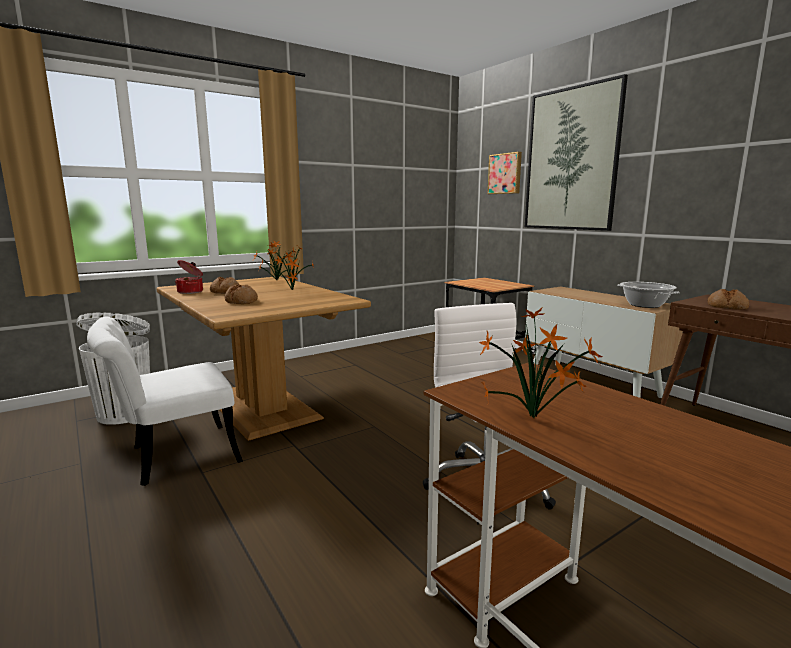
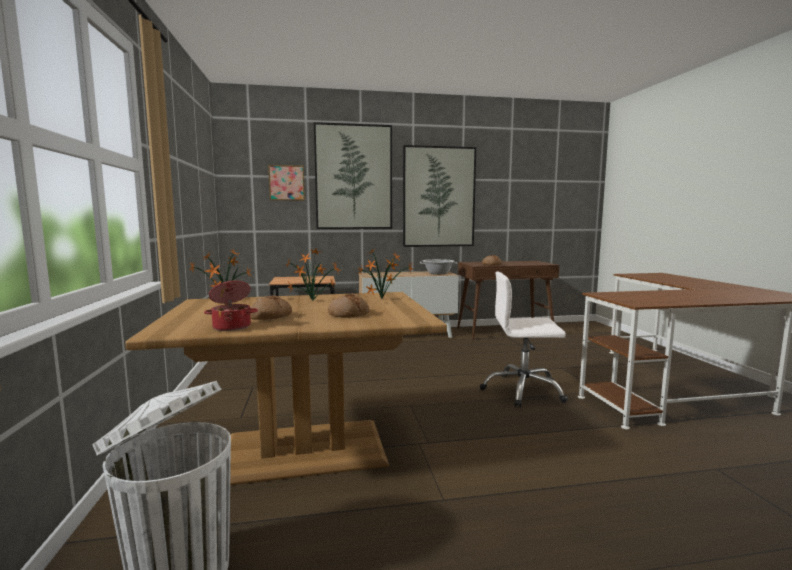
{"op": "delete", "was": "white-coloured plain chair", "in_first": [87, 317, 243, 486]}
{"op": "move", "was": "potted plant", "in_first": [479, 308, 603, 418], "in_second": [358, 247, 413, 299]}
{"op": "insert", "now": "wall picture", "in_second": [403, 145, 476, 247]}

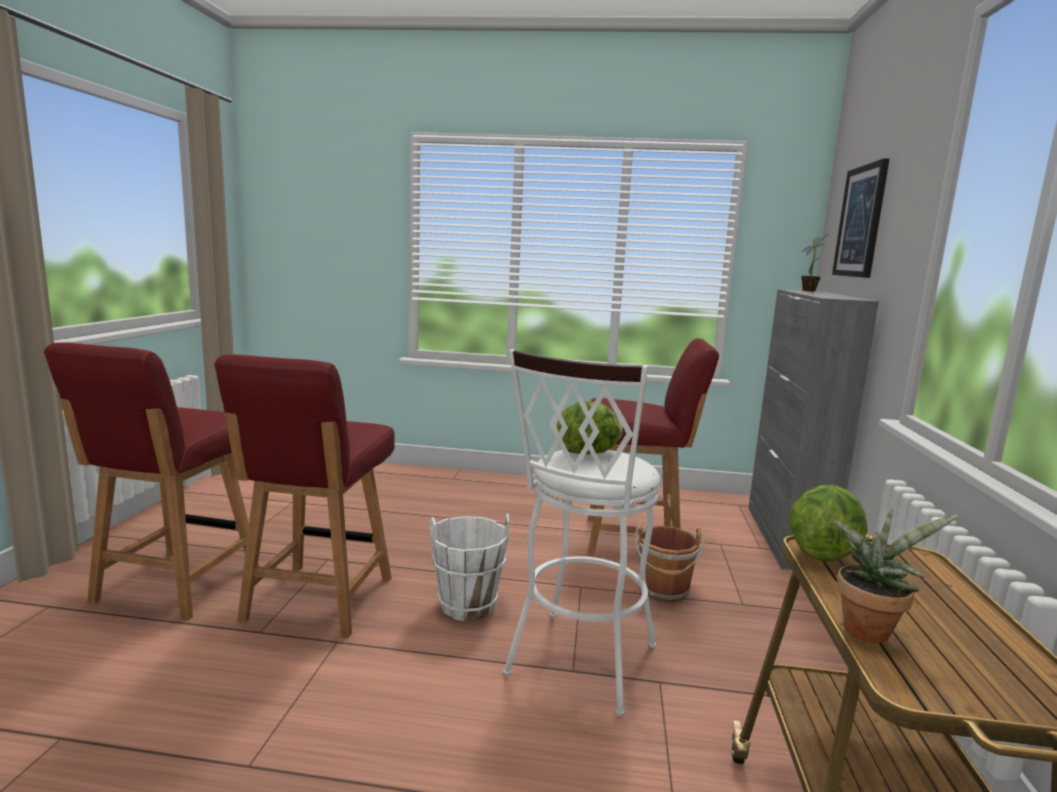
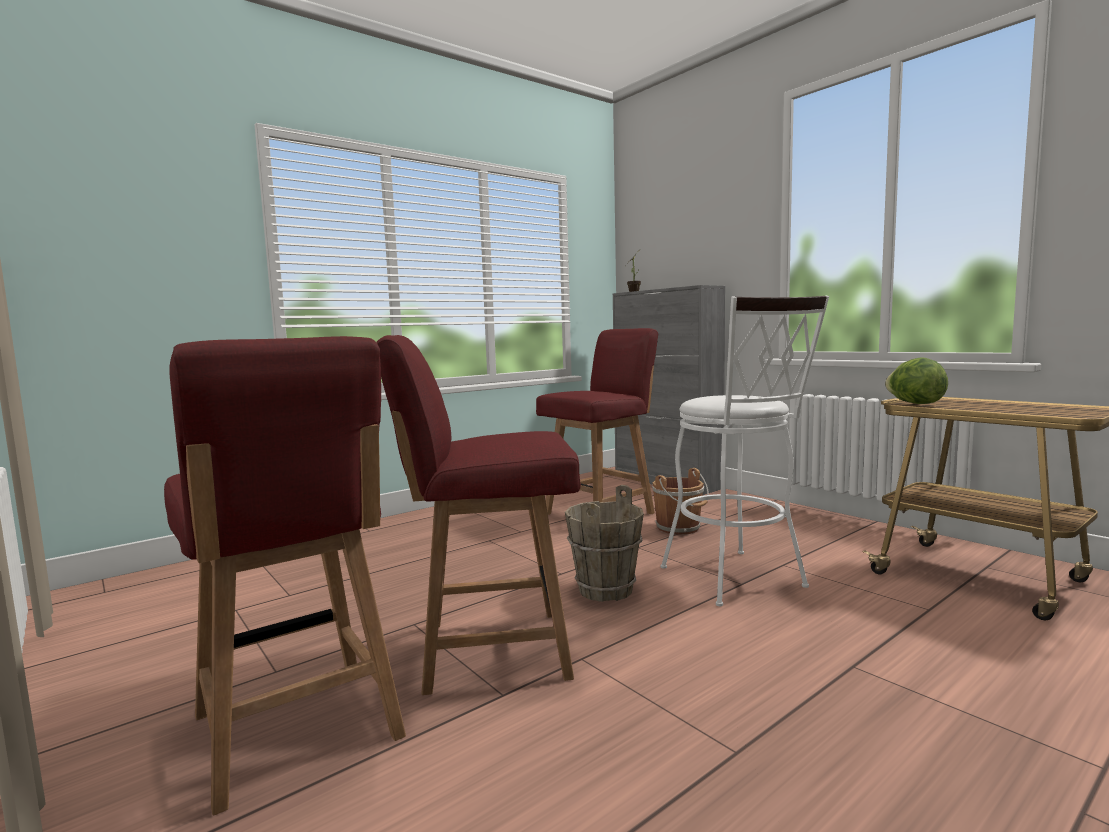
{"op": "rotate", "was": "red plain chair", "in_first": [214, 355, 395, 638], "in_second": [376, 335, 581, 695], "clockwise": 120}
{"op": "recolor", "was": "white-coloured bucket", "now": "brown-coloured bucket", "in_first": [430, 514, 509, 621], "in_second": [565, 485, 644, 602]}
{"op": "delete", "was": "lettuce", "in_first": [557, 401, 623, 454]}
{"op": "delete", "was": "wall picture", "in_first": [832, 158, 889, 278]}
{"op": "delete", "was": "potted plant", "in_first": [833, 509, 959, 643]}

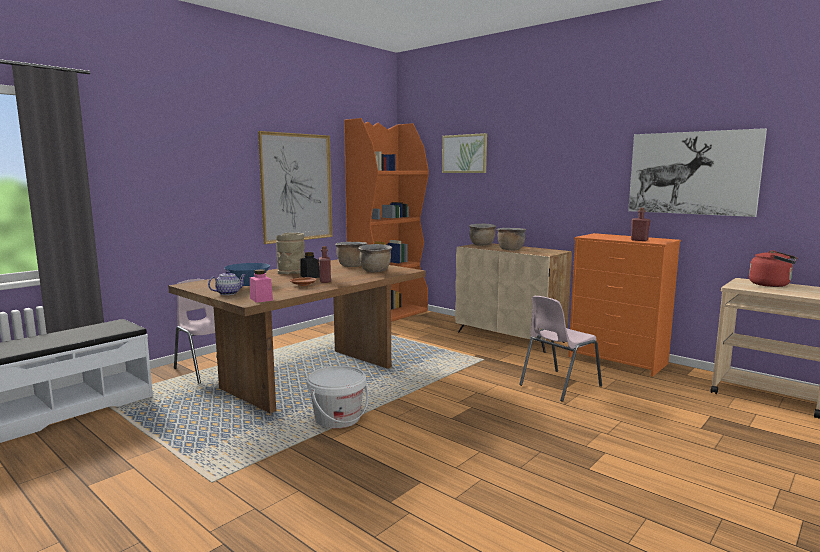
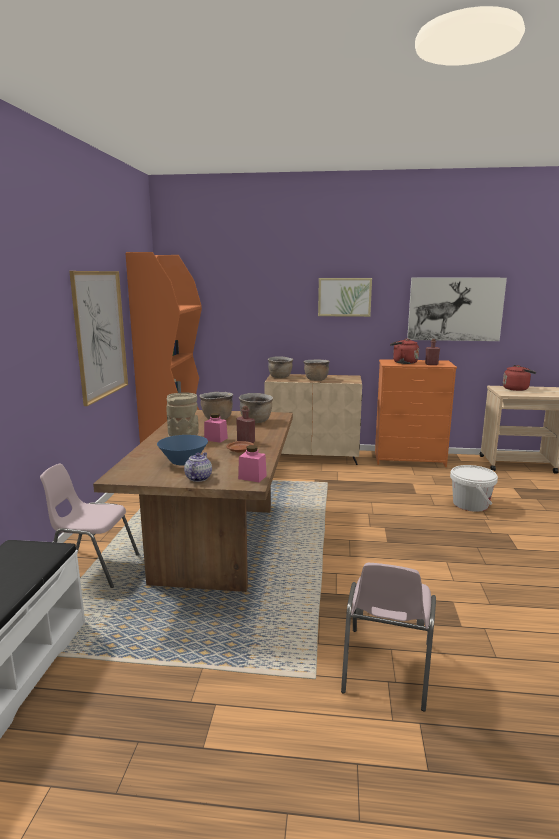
{"op": "recolor", "was": "blackish jar", "now": "pink-coloured jar", "in_first": [300, 252, 320, 278], "in_second": [204, 413, 228, 443]}
{"op": "move", "was": "white-coloured bucket", "in_first": [307, 366, 368, 429], "in_second": [450, 465, 498, 512]}
{"op": "move", "was": "wall picture", "in_first": [442, 133, 487, 173], "in_second": [318, 278, 372, 317]}
{"op": "move", "was": "pink-coloured plain chair", "in_first": [519, 296, 602, 402], "in_second": [341, 563, 436, 711]}
{"op": "insert", "now": "red water kettle", "in_second": [390, 339, 419, 364]}

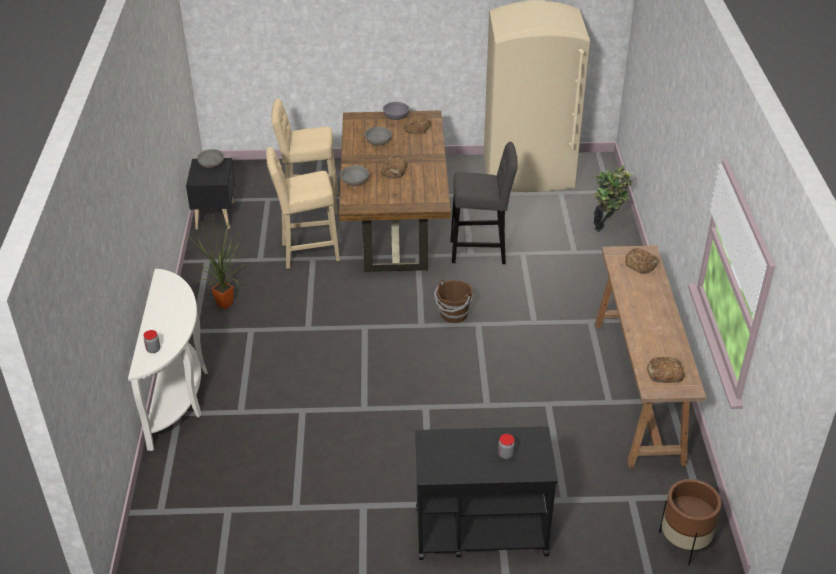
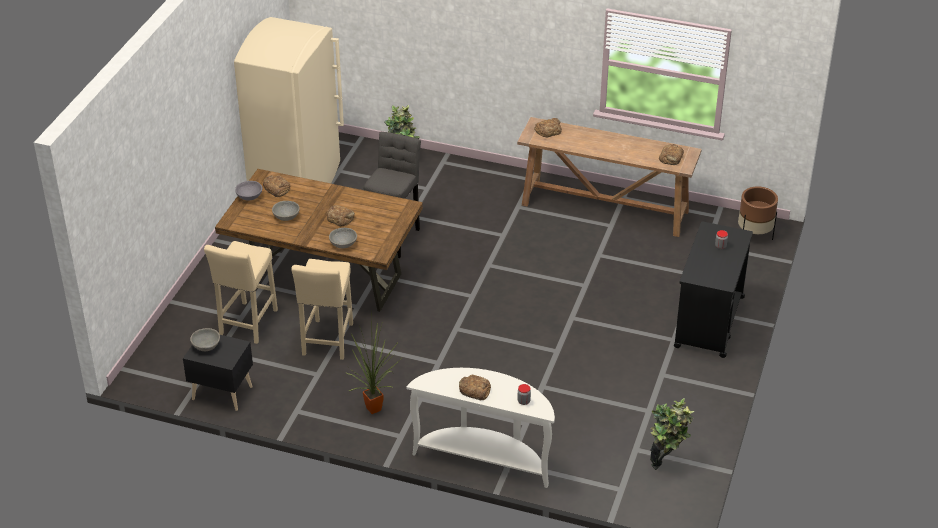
{"op": "delete", "was": "brown-coloured bucket", "in_first": [434, 279, 473, 323]}
{"op": "insert", "now": "baked bread", "in_second": [459, 375, 491, 400]}
{"op": "insert", "now": "potted plant", "in_second": [650, 398, 695, 470]}

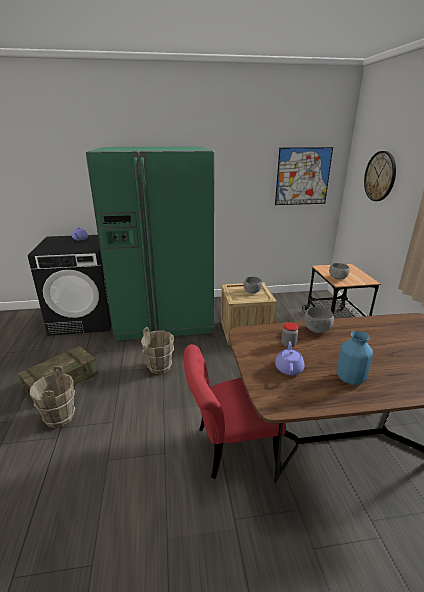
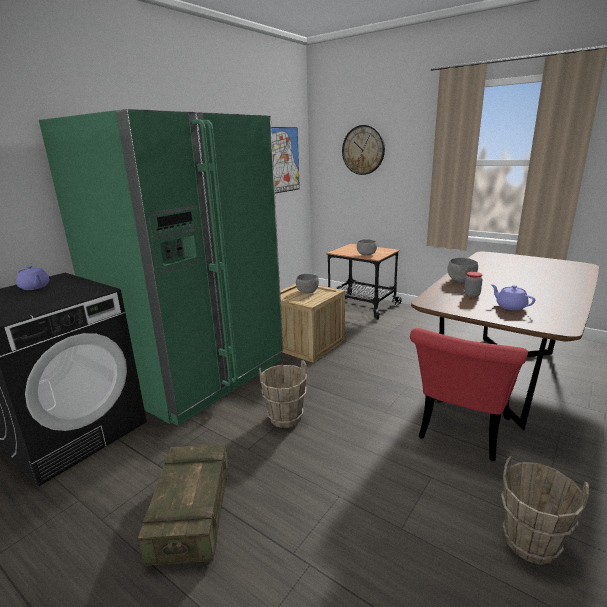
{"op": "move", "was": "brown-coloured bucket", "in_first": [30, 366, 75, 428], "in_second": [501, 456, 589, 565]}
{"op": "delete", "was": "blue-coloured vase", "in_first": [337, 331, 373, 385]}

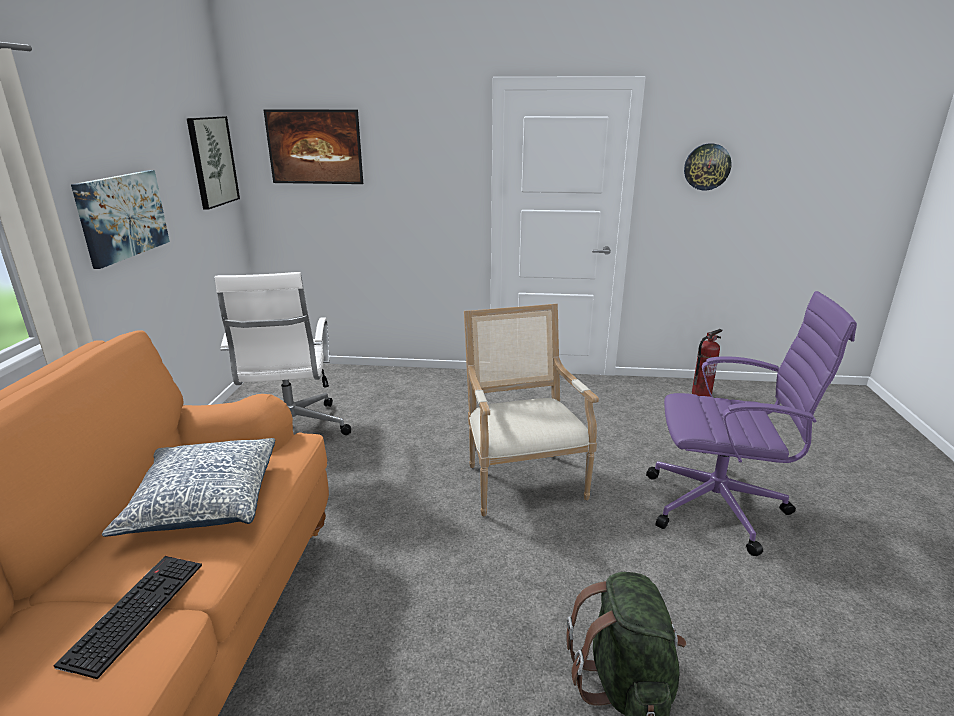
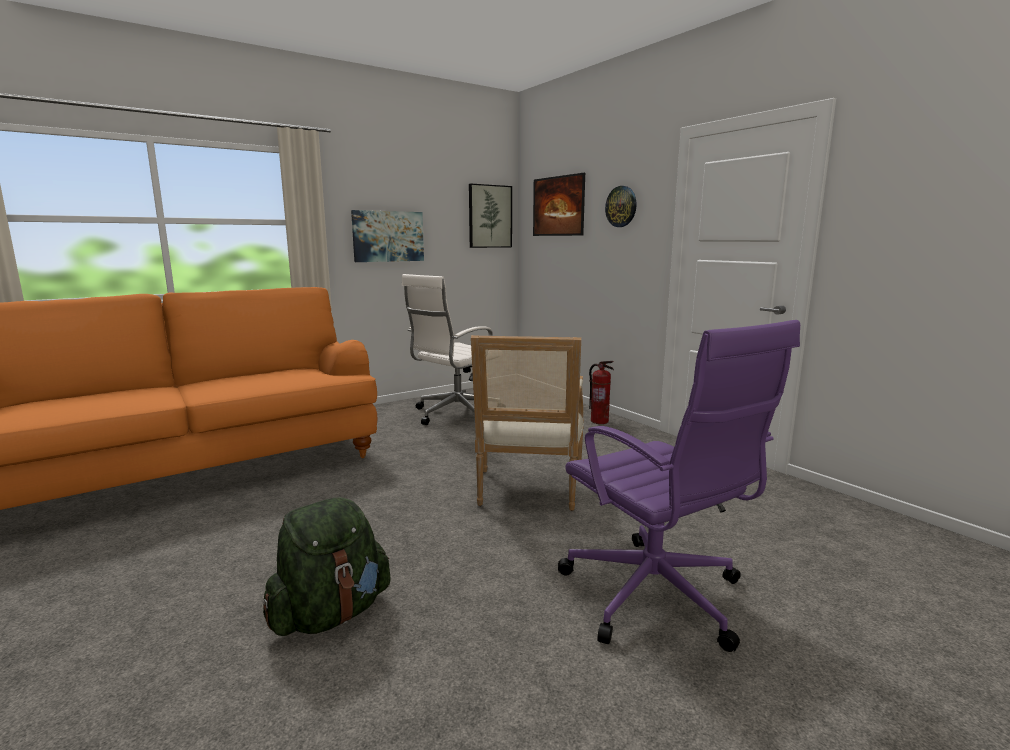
{"op": "delete", "was": "computer keyboard", "in_first": [53, 556, 202, 679]}
{"op": "delete", "was": "pillow", "in_first": [102, 438, 275, 537]}
{"op": "rotate", "was": "armchair", "in_first": [464, 304, 599, 516], "in_second": [471, 335, 584, 511], "clockwise": 150}
{"op": "move", "was": "hanging clock", "in_first": [684, 143, 732, 190], "in_second": [605, 186, 637, 227]}
{"op": "move", "was": "fire-fighting cylinder", "in_first": [692, 329, 722, 397], "in_second": [589, 361, 614, 424]}

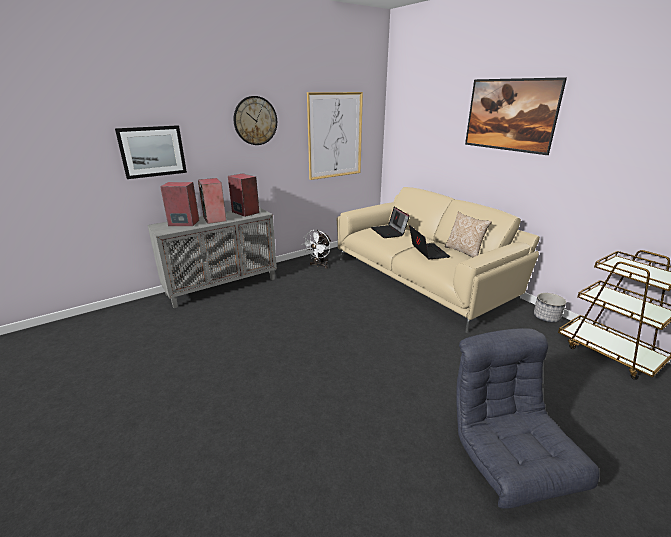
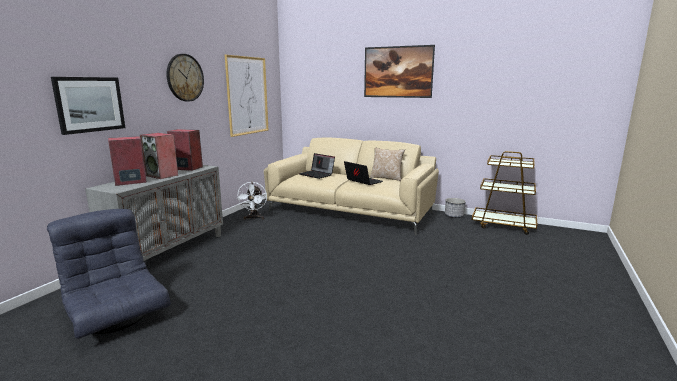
{"op": "move", "was": "gray armchair", "in_first": [456, 328, 600, 509], "in_second": [47, 209, 171, 339]}

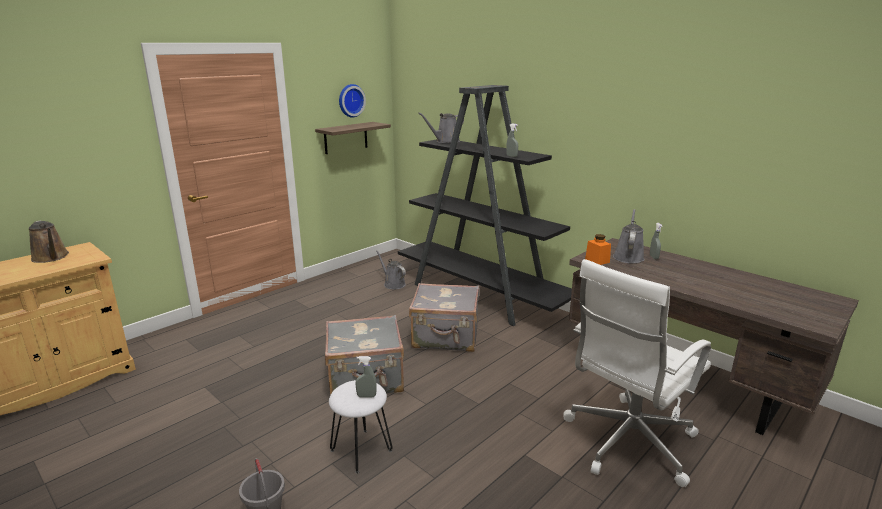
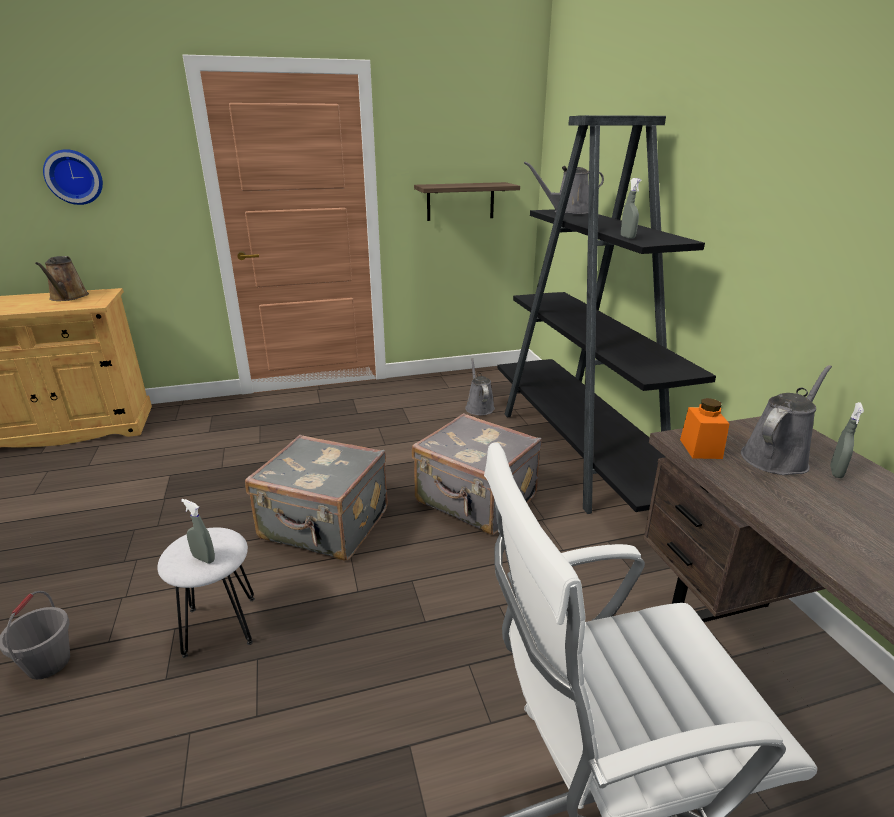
{"op": "move", "was": "hanging clock", "in_first": [339, 84, 366, 118], "in_second": [43, 149, 103, 205]}

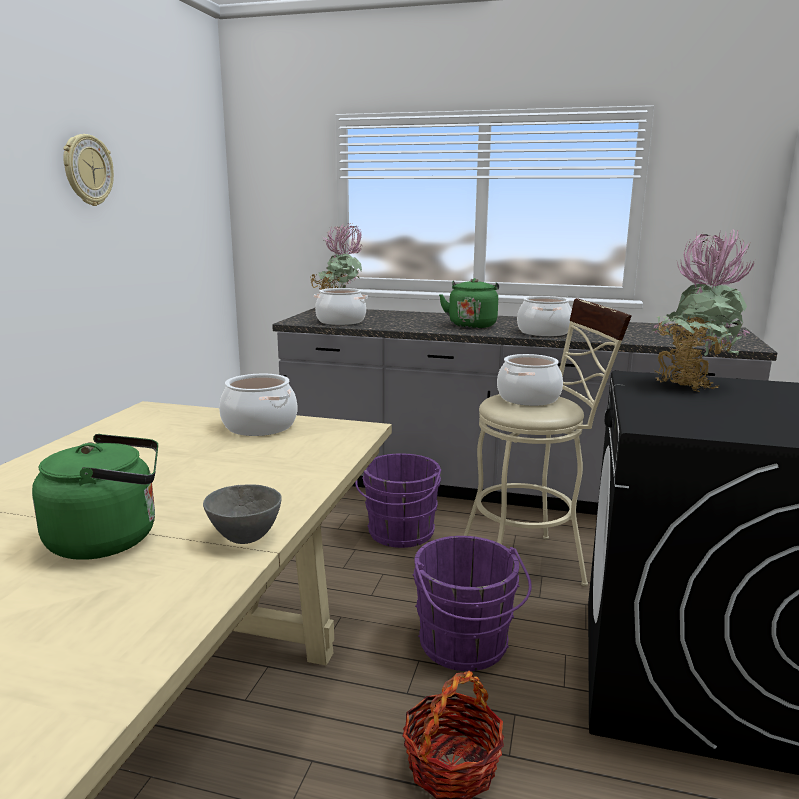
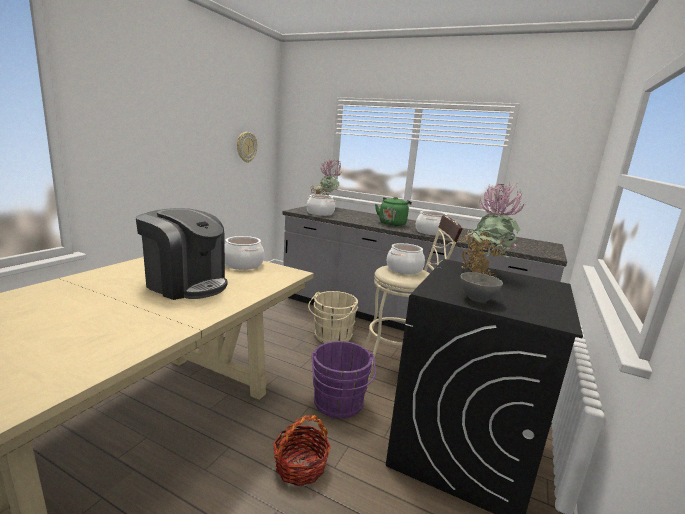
{"op": "delete", "was": "green water kettle", "in_first": [32, 434, 158, 560]}
{"op": "move", "was": "hanging clock", "in_first": [63, 134, 114, 206], "in_second": [237, 132, 257, 163]}
{"op": "move", "was": "gray deep dish", "in_first": [203, 484, 282, 544], "in_second": [461, 272, 503, 302]}
{"op": "recolor", "was": "purple bucket", "now": "beige bucket", "in_first": [355, 453, 441, 548], "in_second": [308, 291, 358, 343]}
{"op": "insert", "now": "coffee brewer", "in_second": [136, 208, 228, 300]}

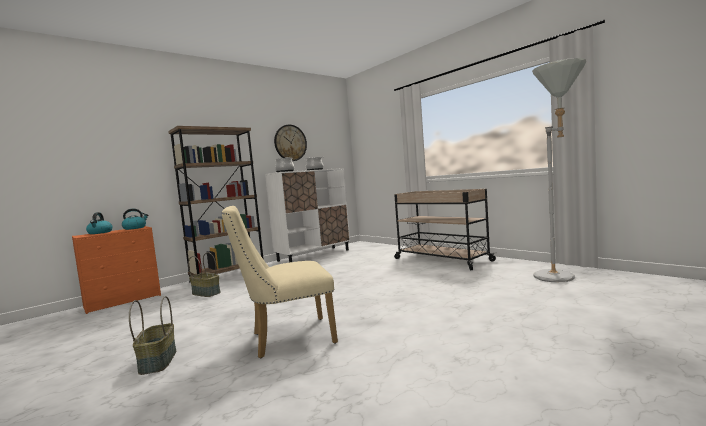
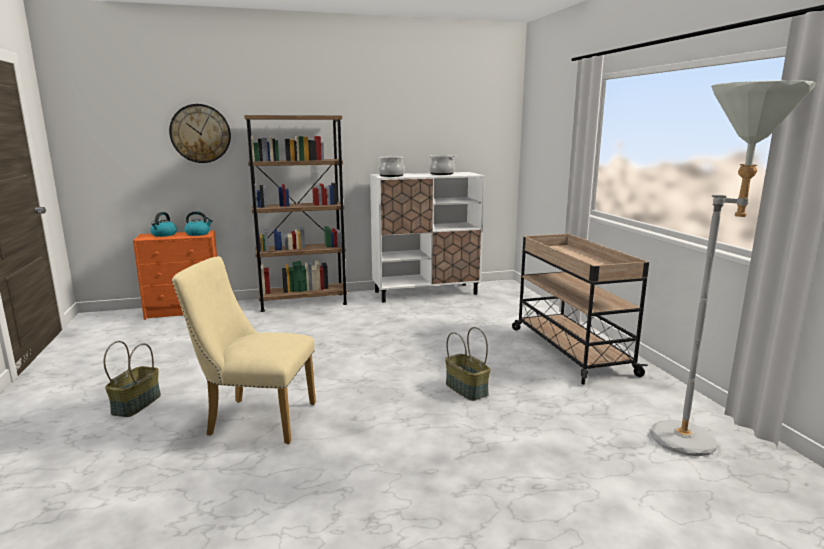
{"op": "move", "was": "basket", "in_first": [188, 252, 221, 297], "in_second": [445, 327, 491, 401]}
{"op": "move", "was": "hanging clock", "in_first": [274, 124, 307, 161], "in_second": [169, 104, 231, 163]}

